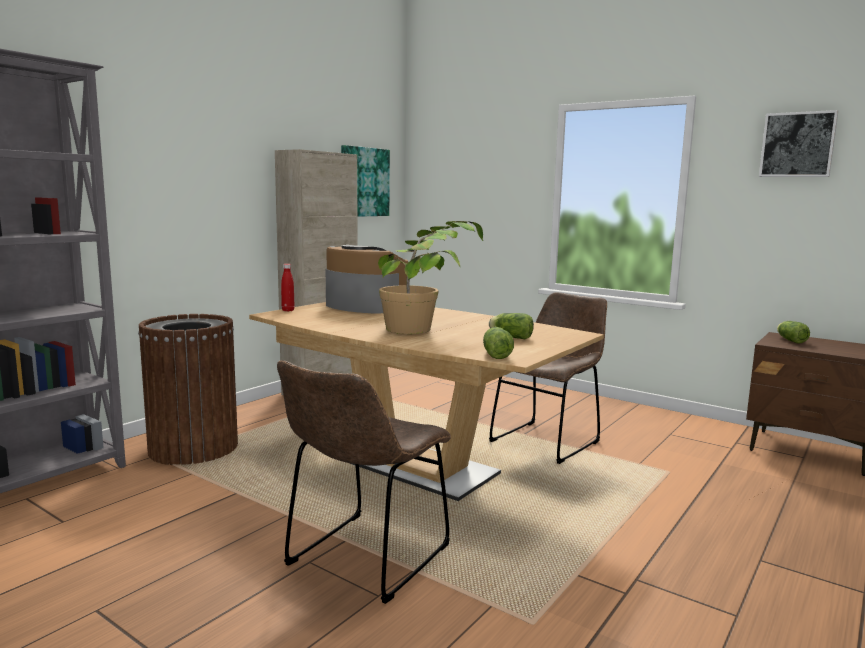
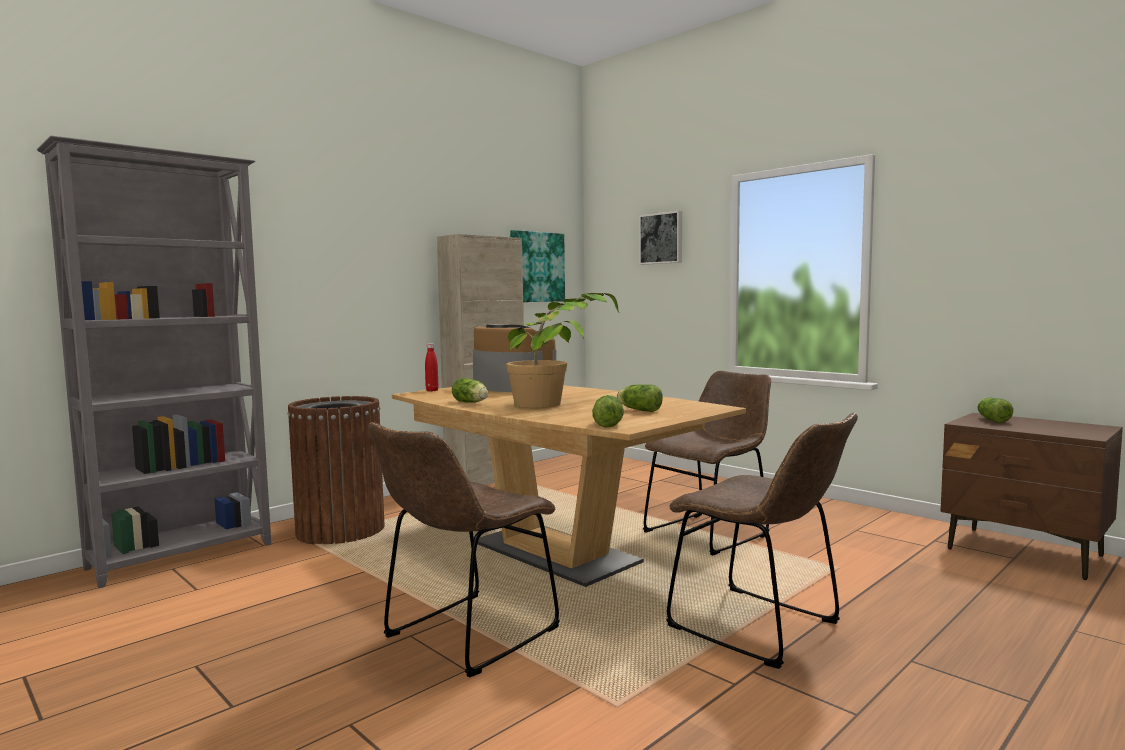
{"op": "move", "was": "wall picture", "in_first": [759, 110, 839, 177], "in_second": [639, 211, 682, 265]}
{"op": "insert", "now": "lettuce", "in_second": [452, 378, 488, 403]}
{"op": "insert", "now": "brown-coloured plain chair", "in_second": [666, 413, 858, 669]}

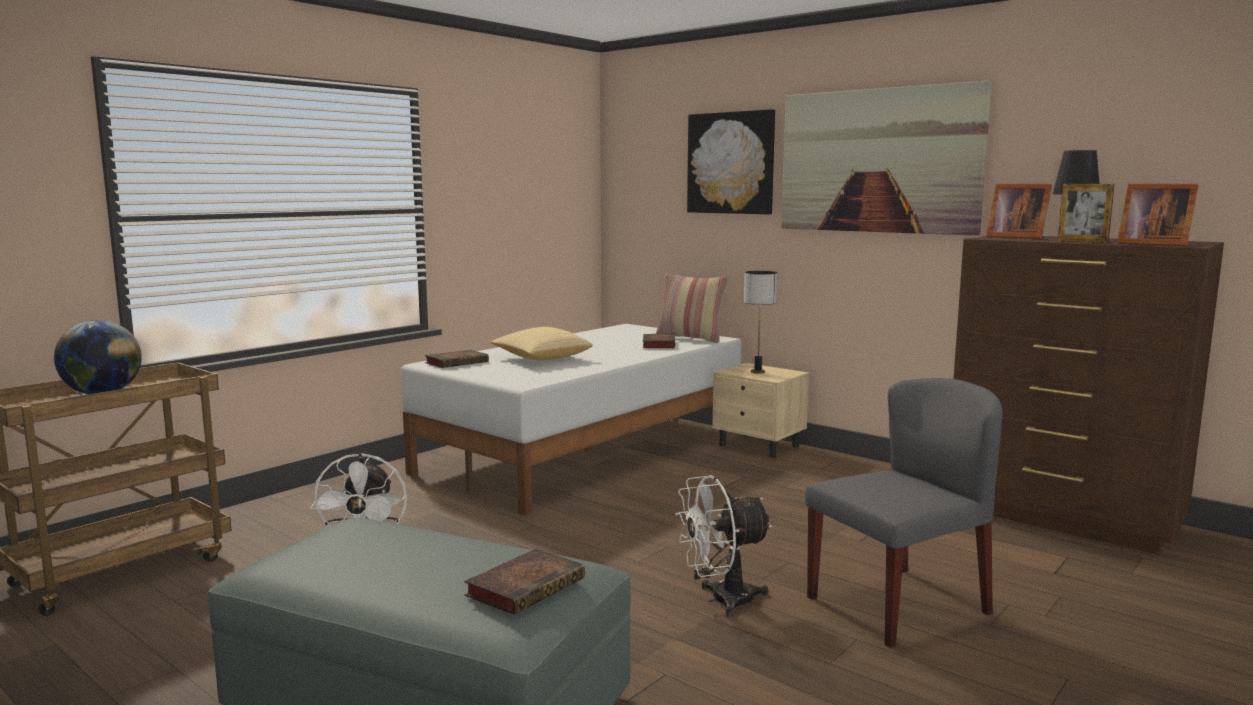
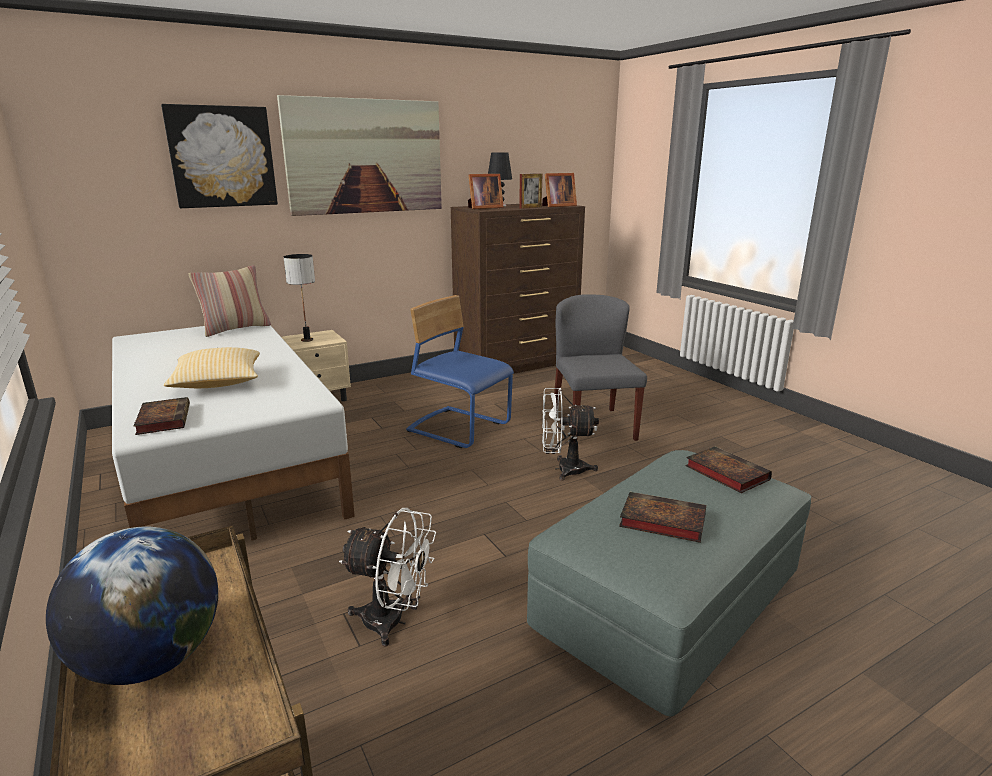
{"op": "move", "was": "book", "in_first": [643, 334, 675, 348], "in_second": [619, 492, 706, 543]}
{"op": "rotate", "was": "white-coloured fan", "in_first": [676, 475, 772, 617], "in_second": [542, 388, 599, 481], "clockwise": 90}
{"op": "insert", "now": "blue-coloured plain chair", "in_second": [406, 295, 514, 448]}

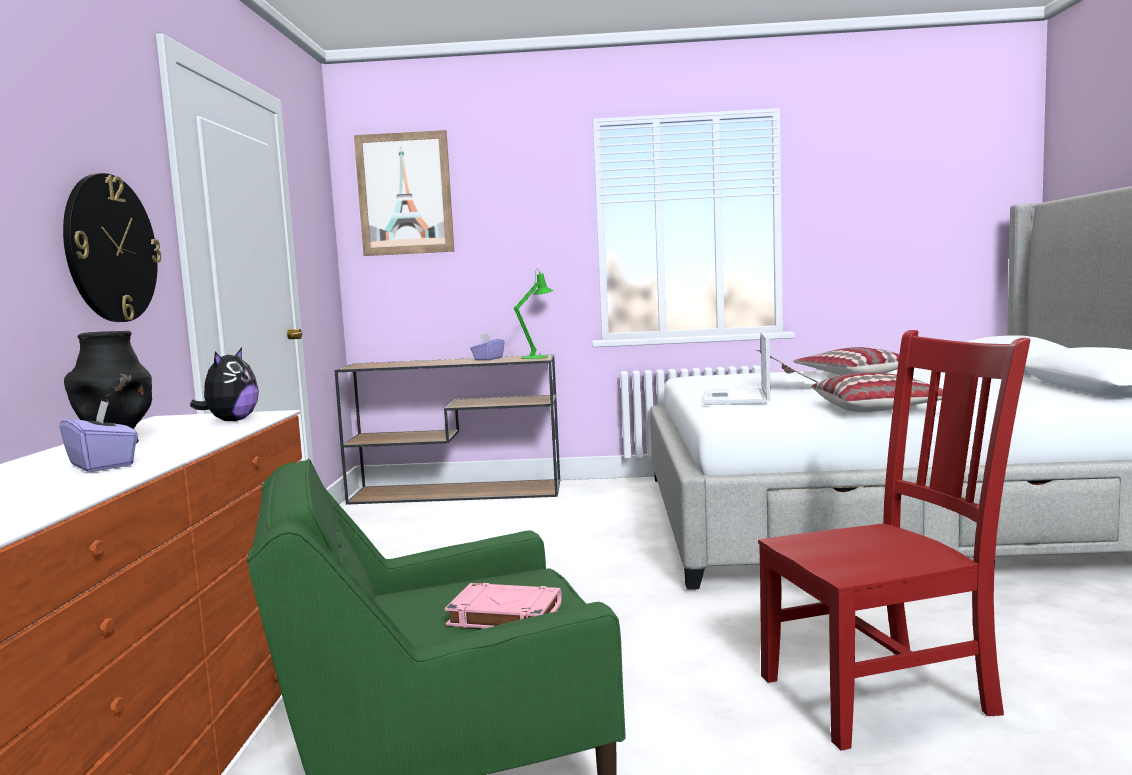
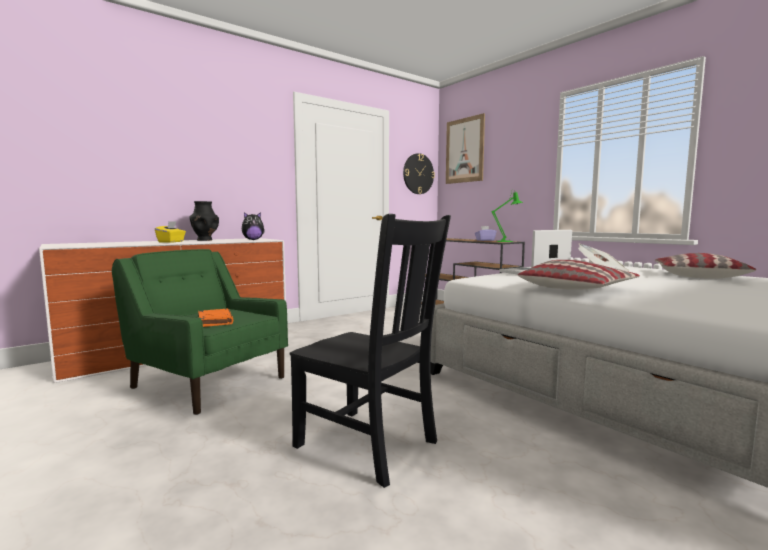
{"op": "recolor", "was": "purple tissue box", "now": "yellow-coloured tissue box", "in_first": [59, 400, 138, 472], "in_second": [155, 221, 186, 243]}
{"op": "move", "was": "hanging clock", "in_first": [63, 173, 161, 322], "in_second": [403, 153, 435, 194]}
{"op": "recolor", "was": "pink-coloured book", "now": "orangey book", "in_first": [445, 583, 562, 628], "in_second": [198, 309, 233, 327]}
{"op": "recolor", "was": "red plain chair", "now": "blackish plain chair", "in_first": [758, 330, 1030, 751], "in_second": [290, 214, 451, 488]}

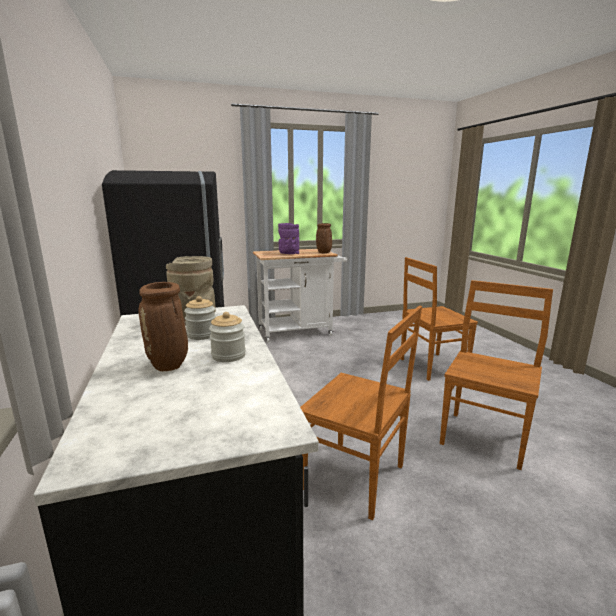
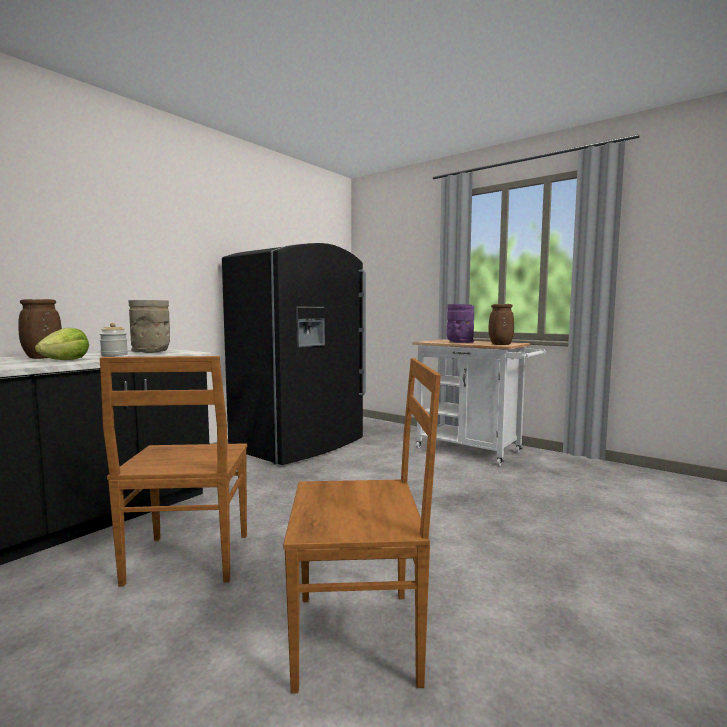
{"op": "replace", "was": "jar", "now": "lettuce", "in_first": [209, 312, 246, 362], "in_second": [35, 328, 89, 360]}
{"op": "delete", "was": "brown-coloured plain chair", "in_first": [401, 257, 478, 381]}

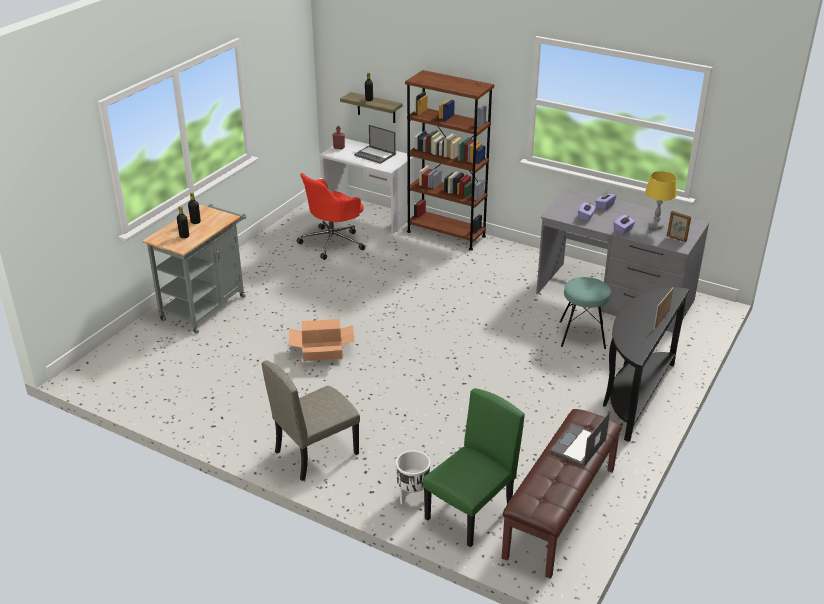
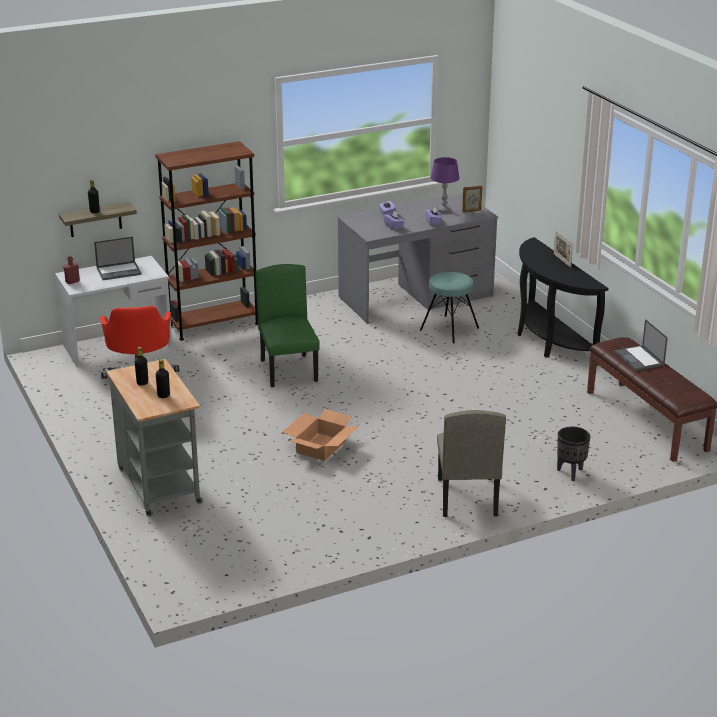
{"op": "recolor", "was": "white-coloured planter", "now": "blackish planter", "in_first": [396, 451, 430, 505], "in_second": [557, 427, 590, 481]}
{"op": "move", "was": "green plain chair", "in_first": [423, 388, 525, 547], "in_second": [255, 264, 320, 387]}
{"op": "recolor", "was": "yellow-coloured tabletop lamp", "now": "purple tabletop lamp", "in_first": [645, 171, 677, 229], "in_second": [431, 157, 460, 213]}

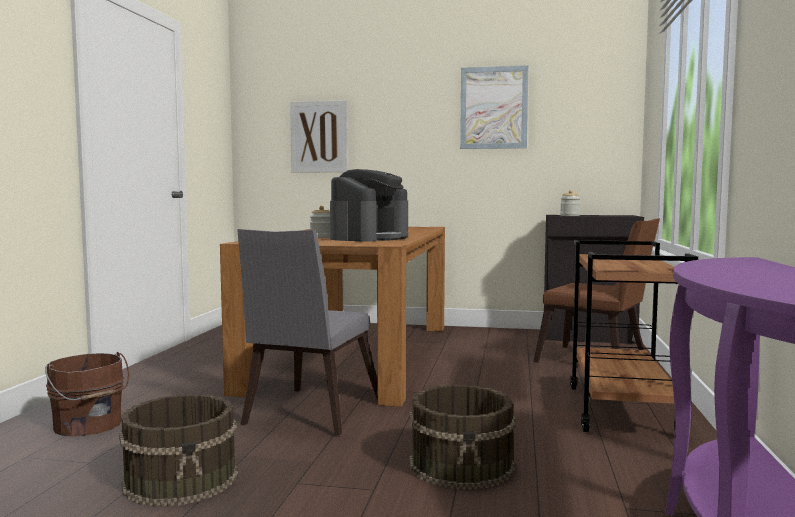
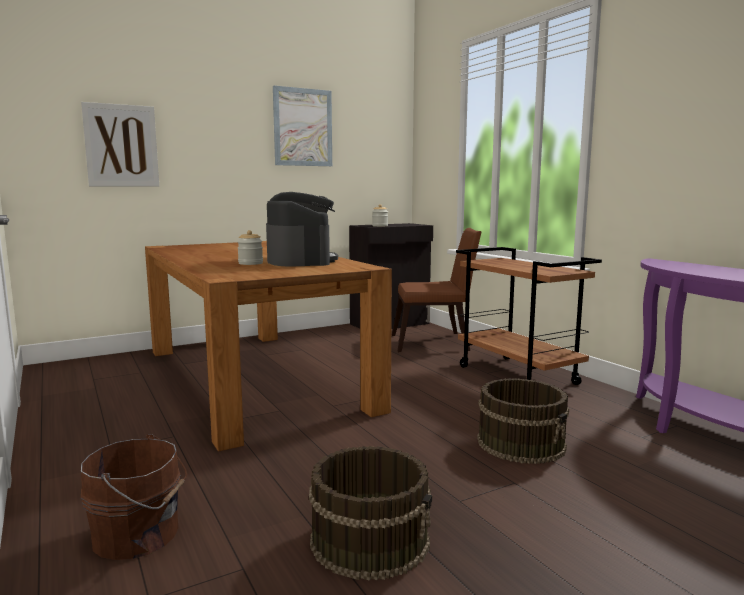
{"op": "delete", "was": "gray plain chair", "in_first": [237, 229, 377, 435]}

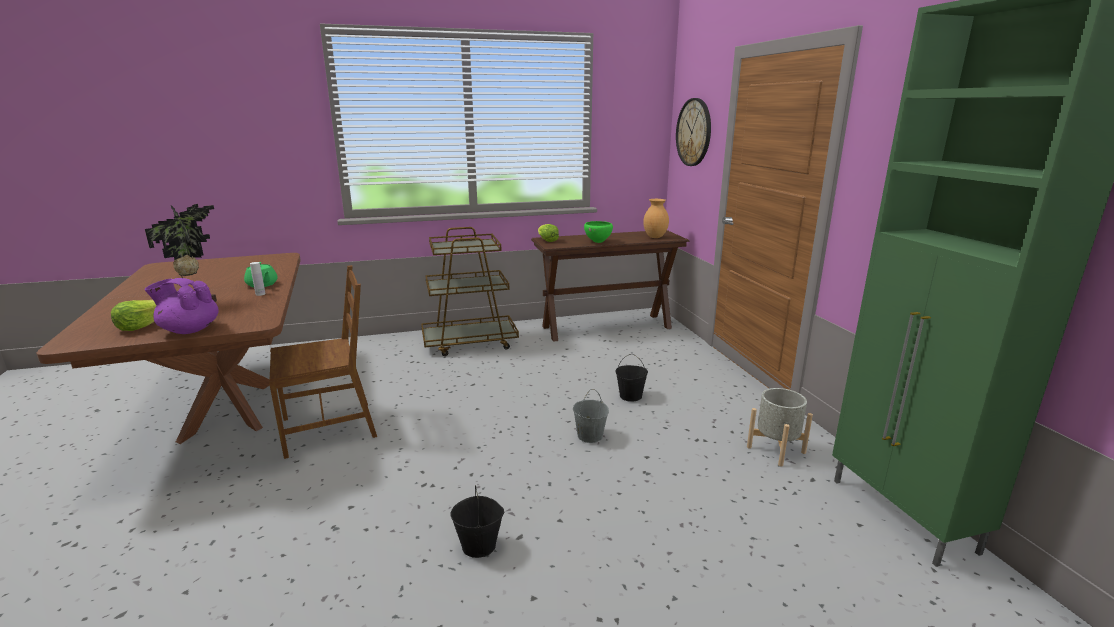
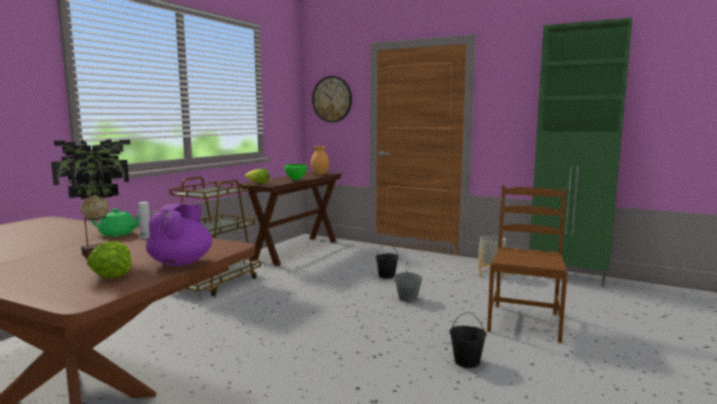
{"op": "rotate", "was": "purple pot for tea", "in_first": [145, 278, 219, 334], "in_second": [146, 204, 212, 266], "clockwise": 135}
{"op": "move", "was": "brown-coloured plain chair", "in_first": [269, 265, 377, 459], "in_second": [487, 185, 568, 343]}

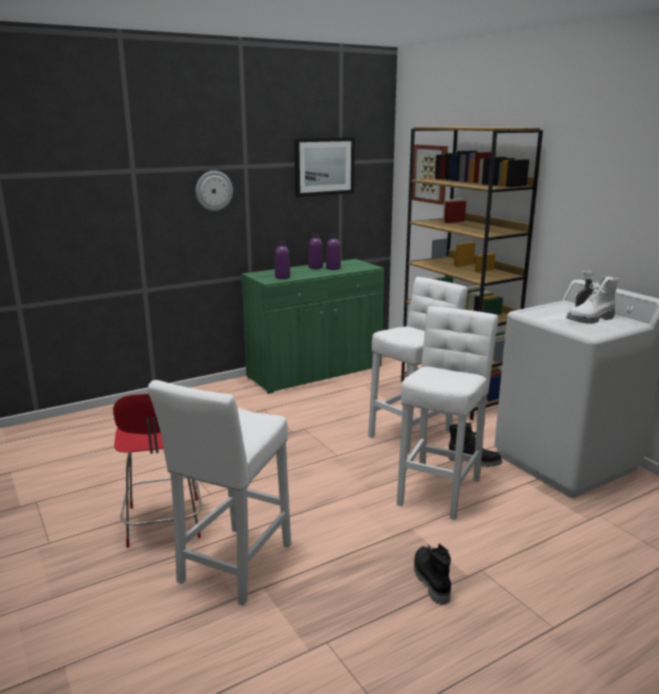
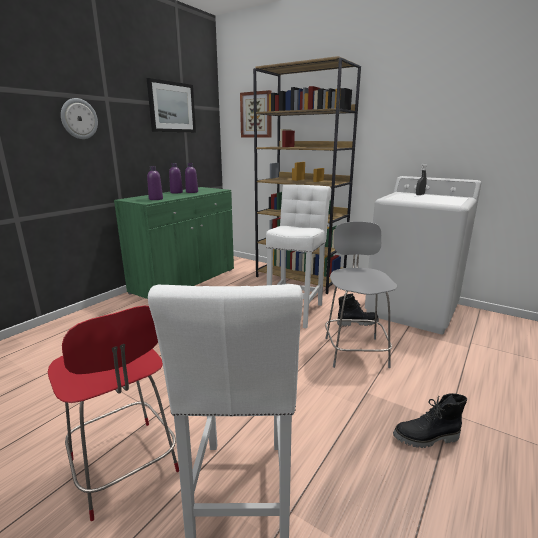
{"op": "replace", "was": "white-coloured stool", "now": "gray plain chair", "in_first": [397, 306, 498, 520], "in_second": [325, 221, 397, 368]}
{"op": "rotate", "was": "blackish tall boot", "in_first": [414, 544, 451, 605], "in_second": [393, 393, 467, 448], "clockwise": -60}
{"op": "delete", "was": "white-coloured tall boot", "in_first": [566, 277, 619, 324]}

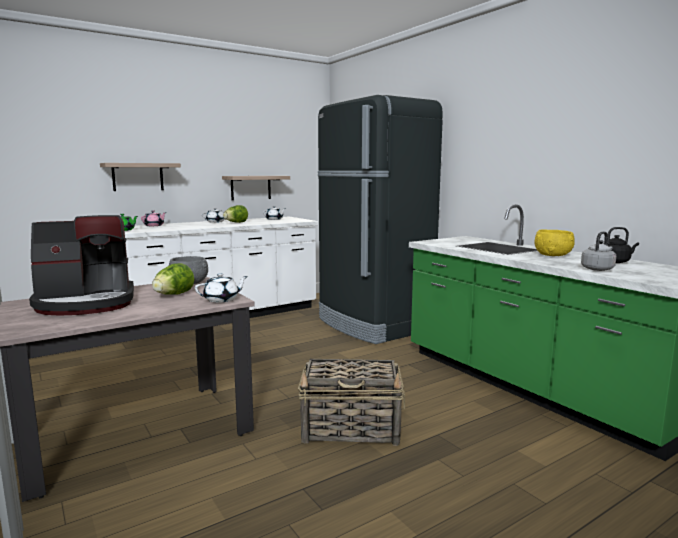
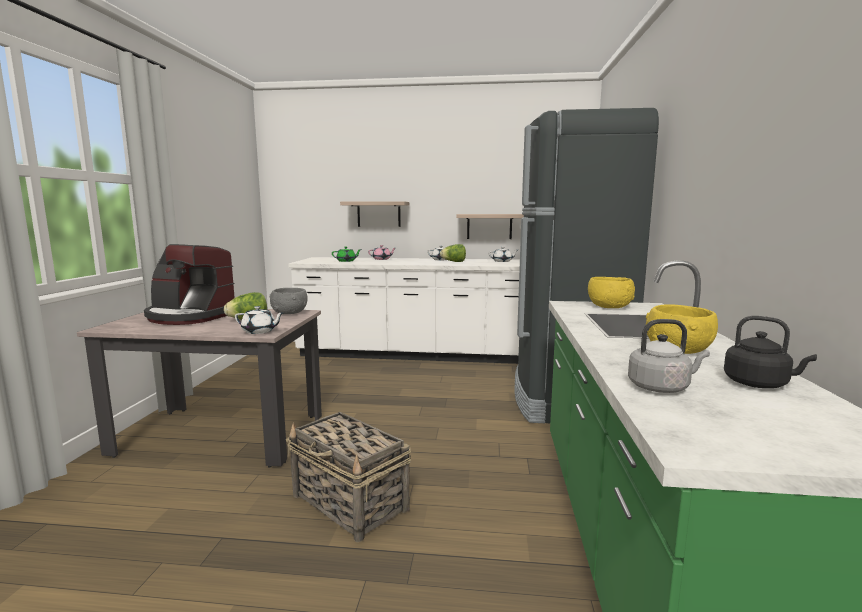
{"op": "insert", "now": "yellow-coloured deep dish", "in_second": [588, 277, 635, 308]}

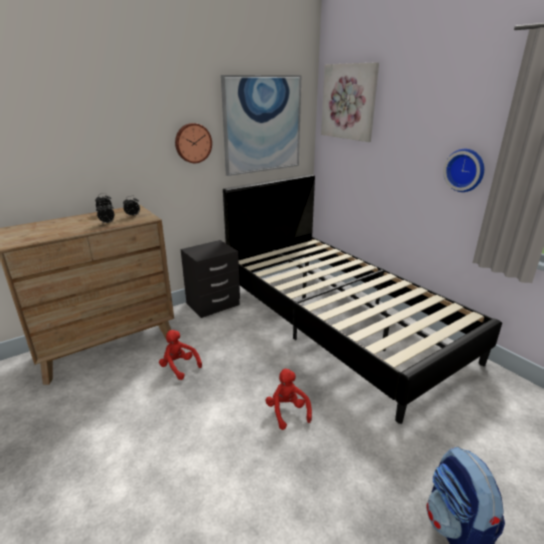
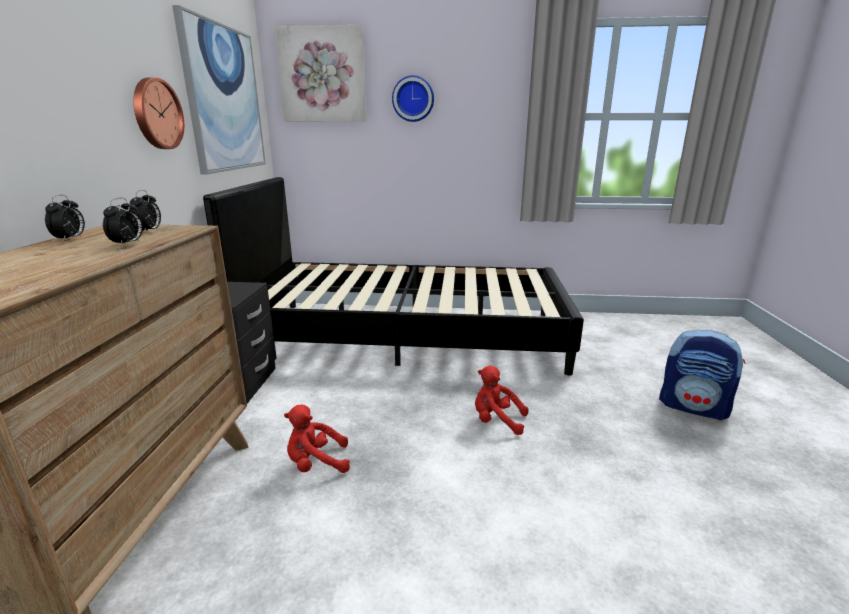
{"op": "move", "was": "hanging clock", "in_first": [443, 149, 484, 192], "in_second": [392, 75, 434, 122]}

